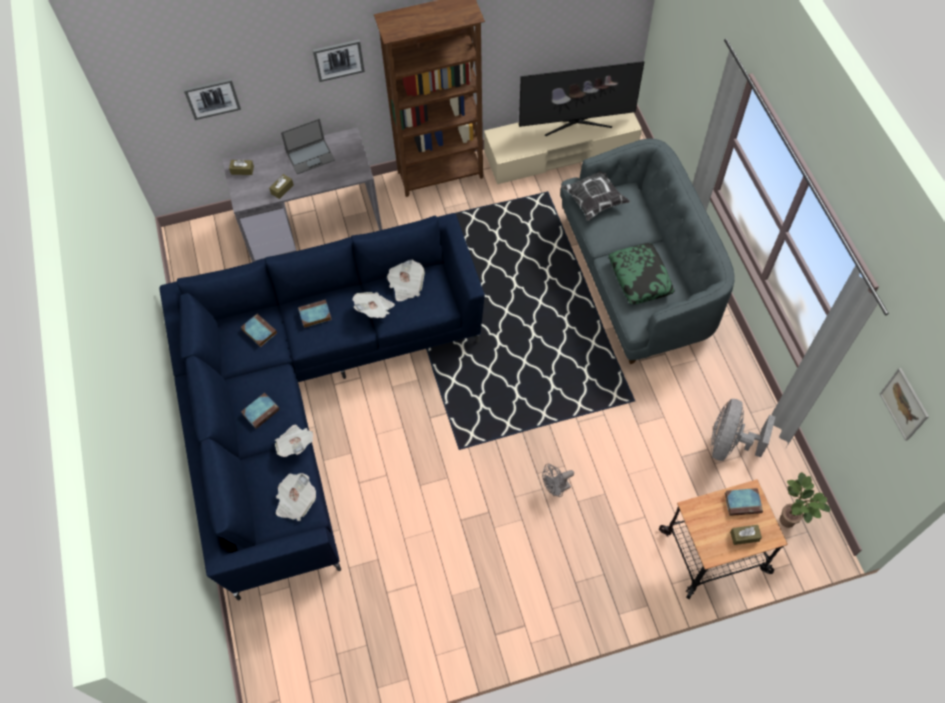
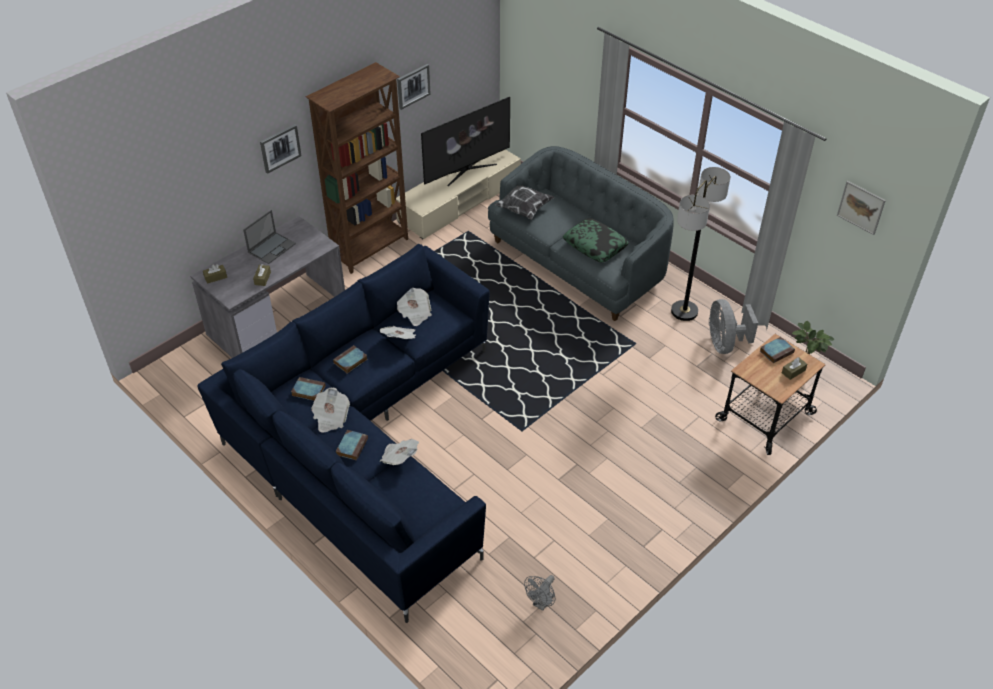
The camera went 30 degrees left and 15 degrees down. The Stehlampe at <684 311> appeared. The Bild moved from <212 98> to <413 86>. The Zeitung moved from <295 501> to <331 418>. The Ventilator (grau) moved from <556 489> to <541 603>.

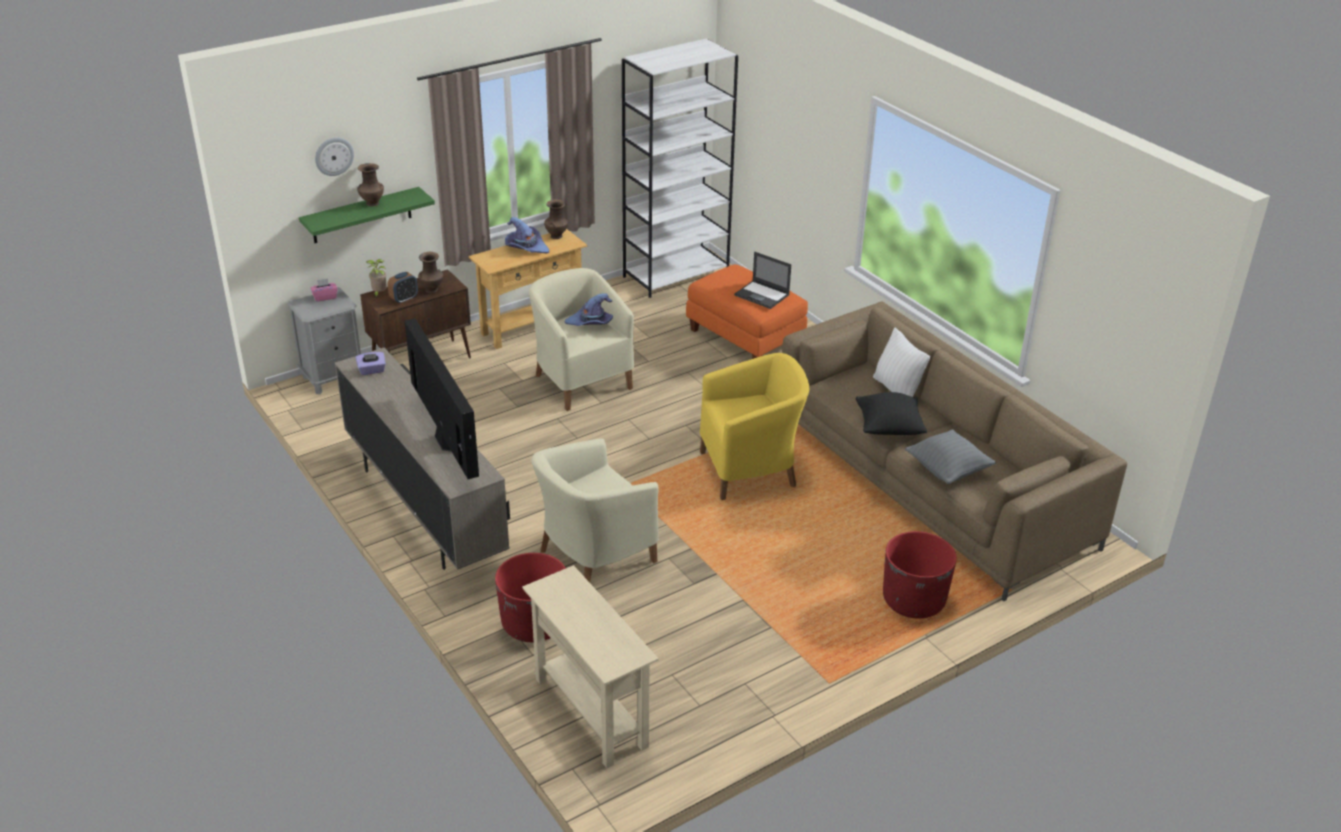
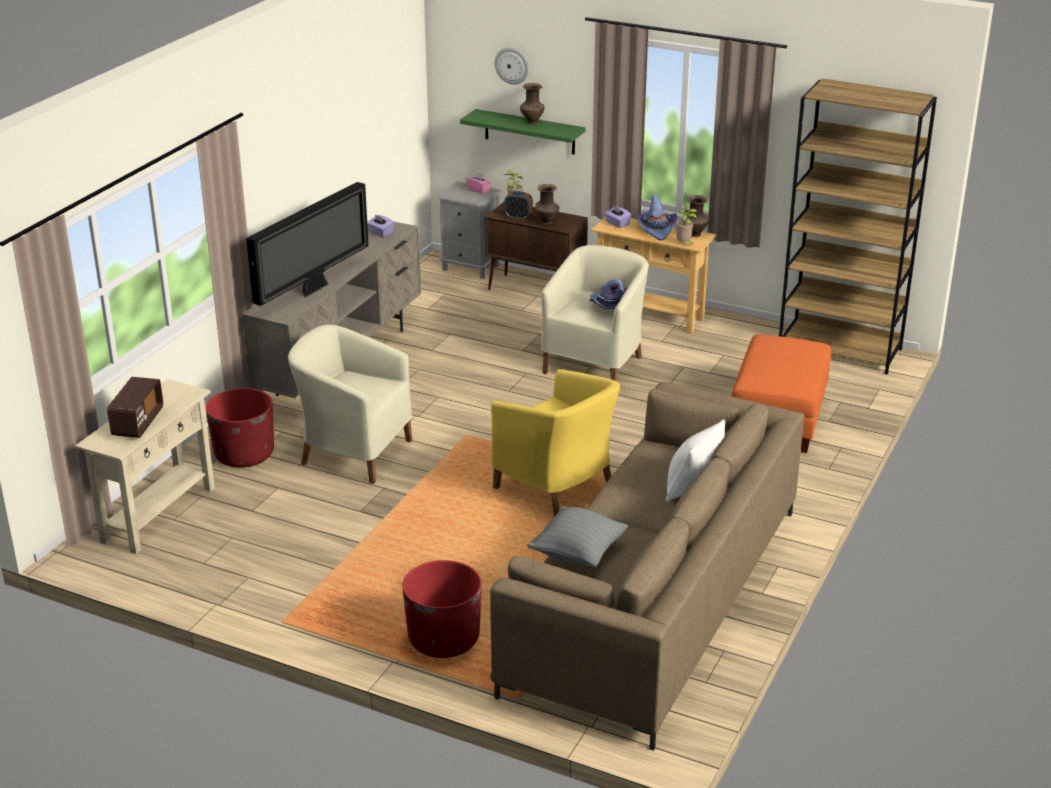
The camera went 60 degrees right and 5 degrees down. The Laptop at <762 295> disappeared. The Kissen (schwarz) at <888 429> disappeared. The Radio at <138 423> appeared. The Taschentuchbox (lila) at <617 224> appeared. The Topfpflanze at <684 244> appeared. The Bücherregal (weiß) at <676 274> became the Bücherregal (braun) at <840 350>.

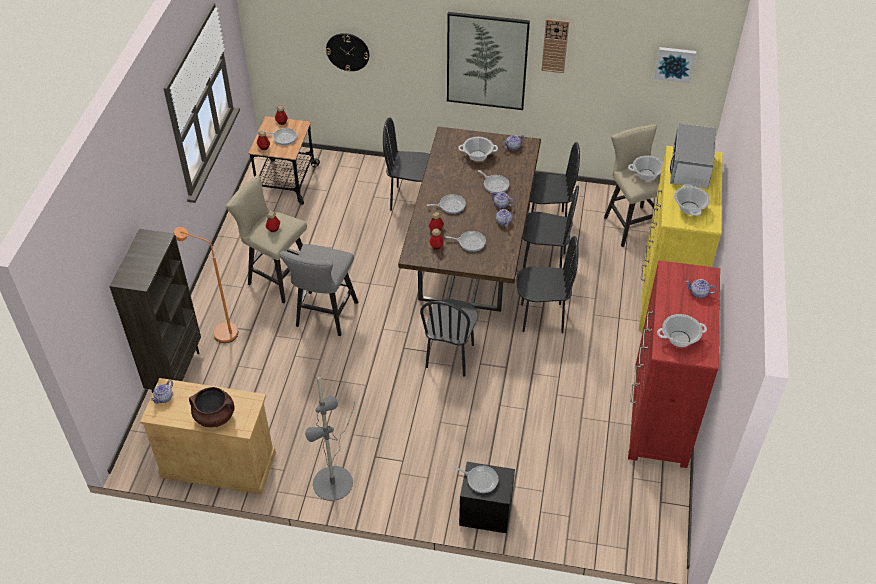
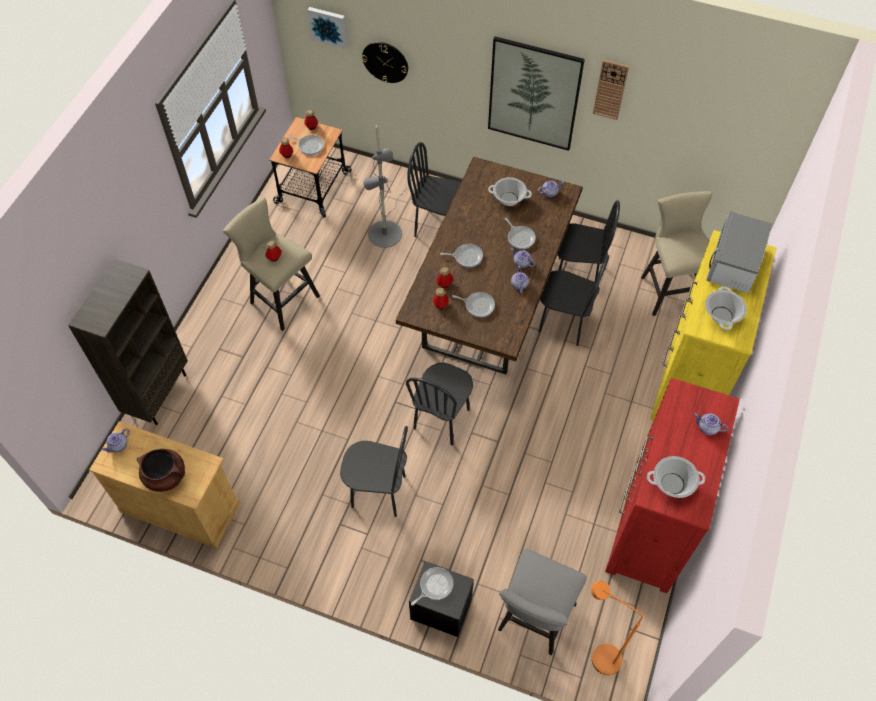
The camera went 10 degrees right and 10 degrees up. The Kochtopf at <646 174> disappeared. The Stehlampe (orange) moved from <220 331> to <598 654>. The Hocker (grau) moved from <324 317> to <533 621>. The Stehlampe (grau) moved from <334 475> to <387 228>. The Stuhl (schwarz) moved from <542 318> to <378 492>. The Bild moved from <674 63> to <328 26>. The Pfanne at <480 480> turned 75 degrees counterclockwise.

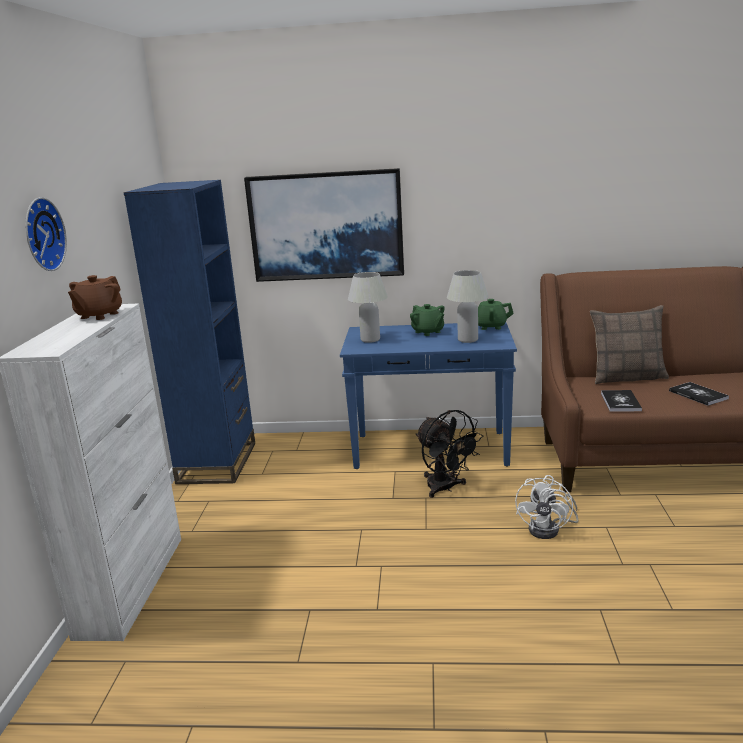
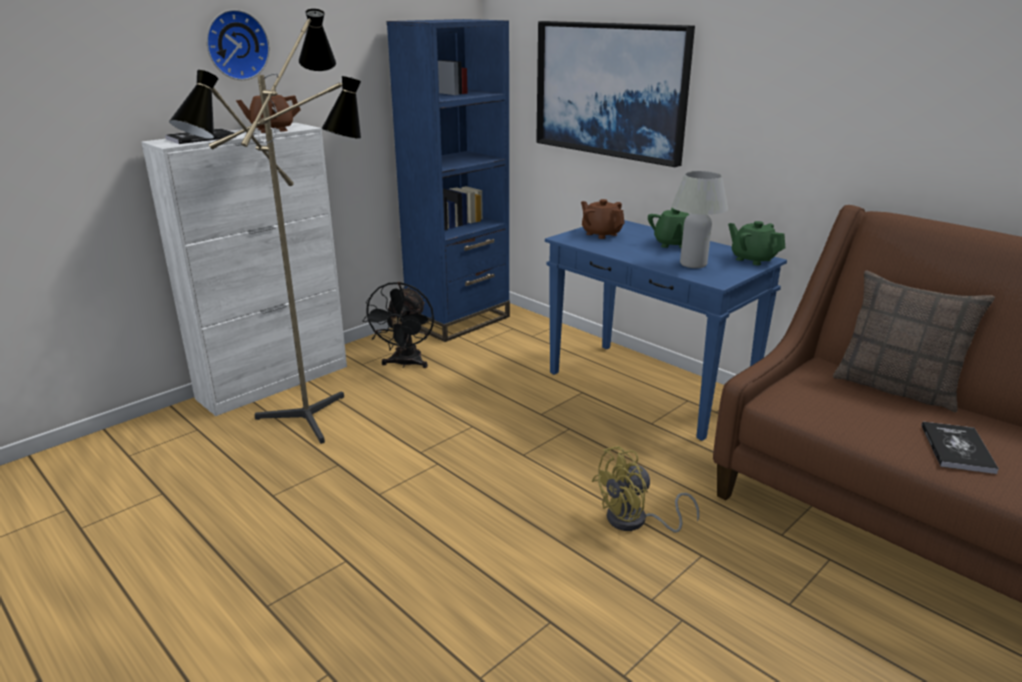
The camera went 40 degrees right and 5 degrees up. The Stehlampe at <316 421> appeared. The Ventilator (schwarz) moved from <445 488> to <405 364>. The Buch moved from <620 402> to <201 138>. The Tischlampe (weiß) at <370 340> was replaced by the Teekanne (braun) at <601 234>. The Ventilator (weiß) at <549 529> became the Ventilator (gelb) at <635 521>.

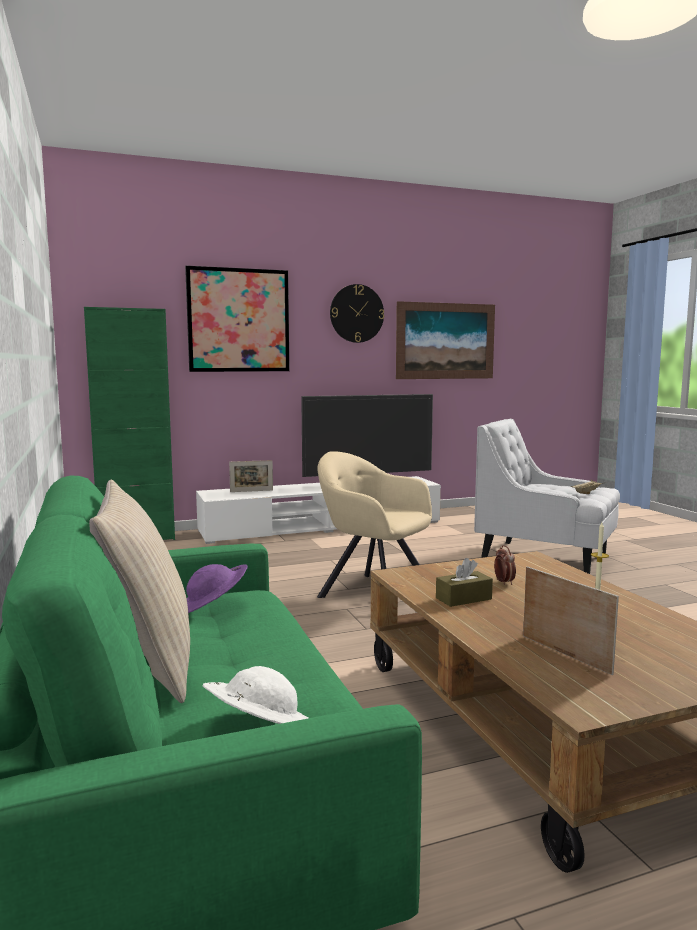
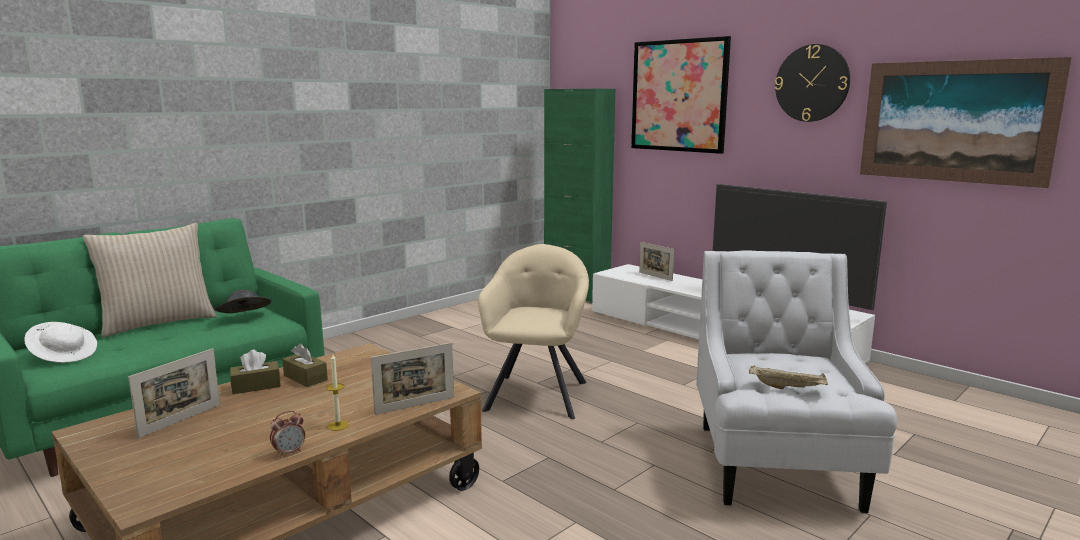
The camera went 65 degrees right and 5 degrees up. The Taschentuchbox (braun) at <256 386> appeared. The Bilderrahmen at <415 405> appeared. The Wecker moved from <504 582> to <289 452>. The Hut (lila) at <213 608> became the Hut (grau) at <244 317>.

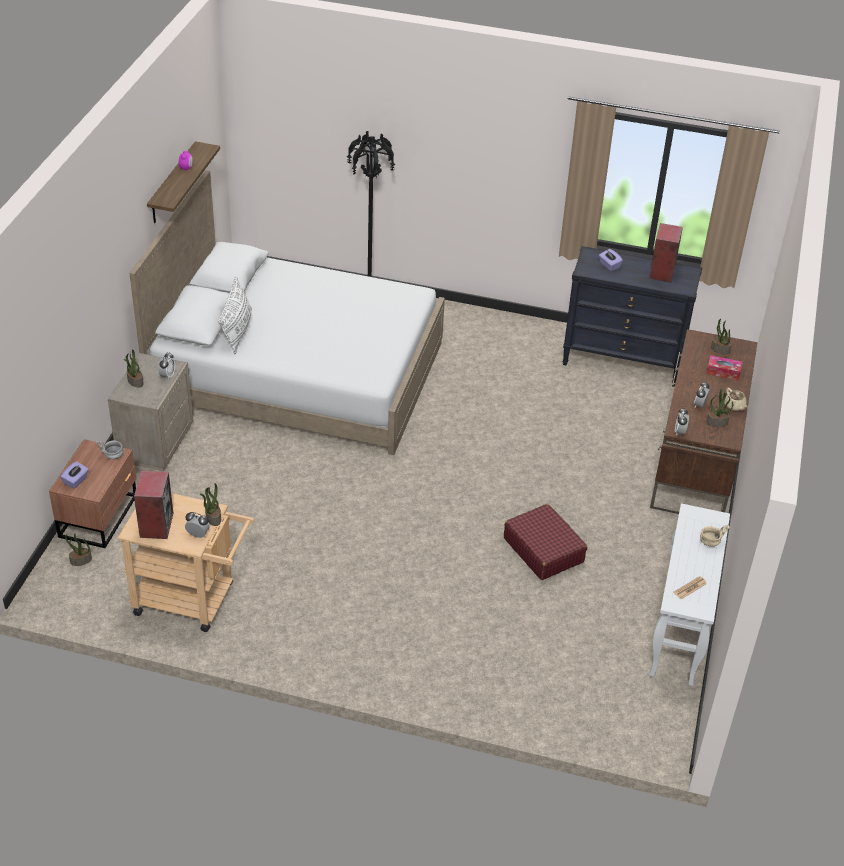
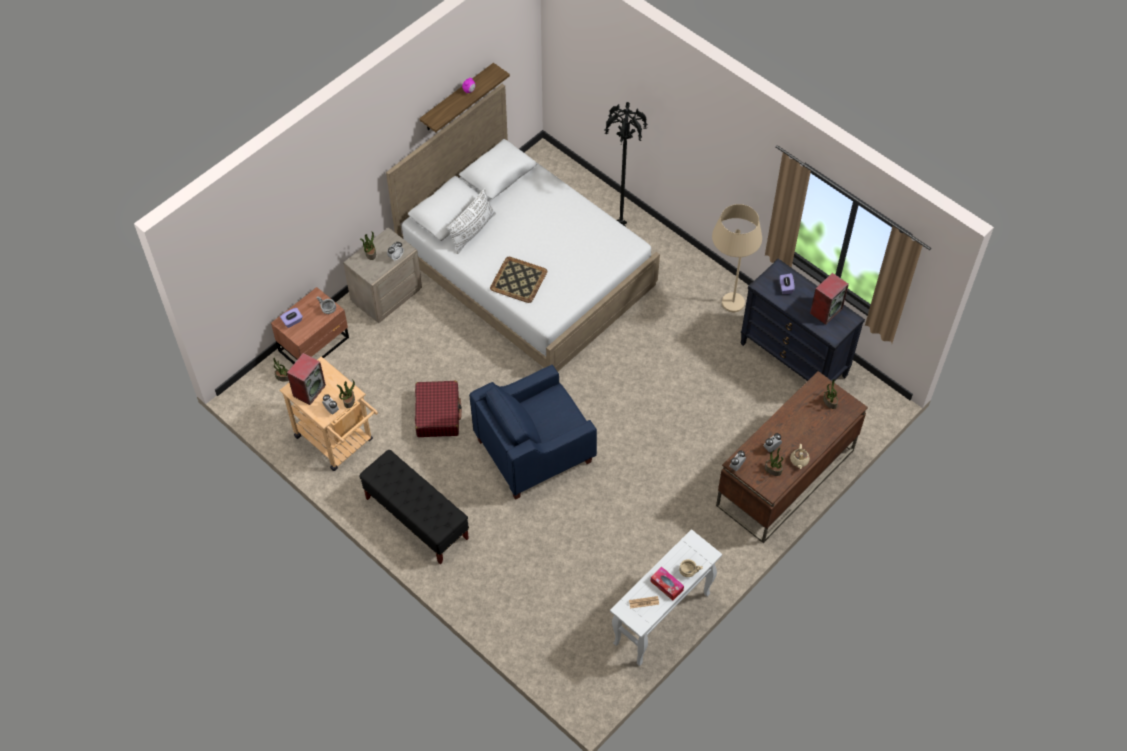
The camera went 30 degrees right and 15 degrees up. The Bank (schwarz) at <416 518> appeared. The Sessel (blau) at <534 450> appeared. The Tablett at <518 280> appeared. The Stehlampe (beige) at <726 311> appeared. The Koffer (rot) moved from <543 550> to <438 414>. The Taschentuchbox moved from <723 372> to <666 585>.

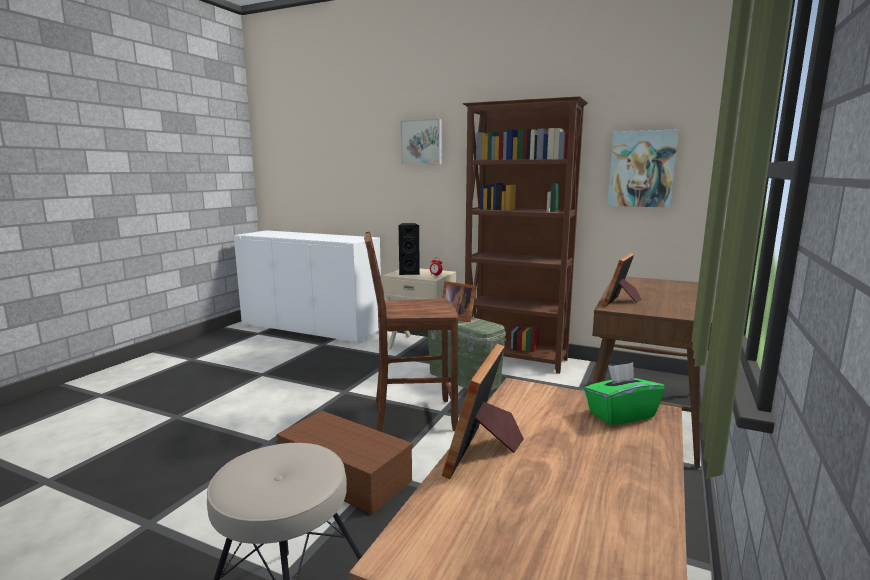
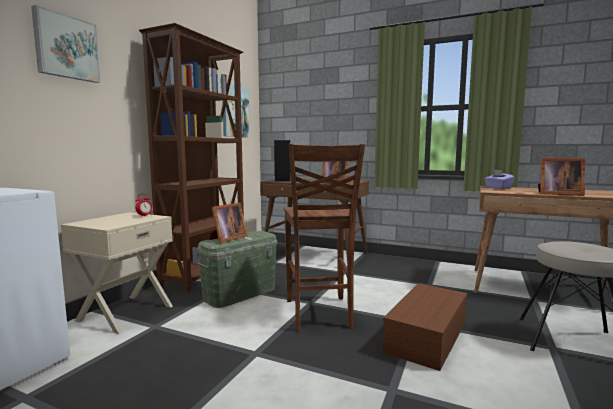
The camera went 90 degrees left and 5 degrees down. The Lautsprecher (schwarz) moved from <409 273> to <282 180>. The Taschentuchbox (grün) at <620 415> became the Taschentuchbox (lila) at <498 188>.

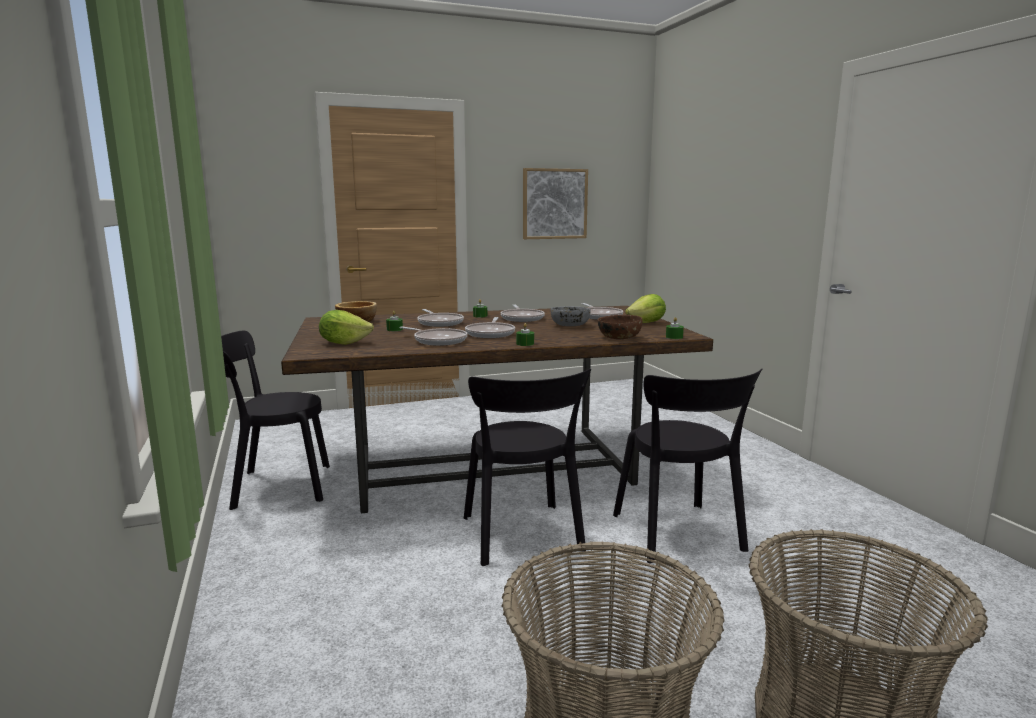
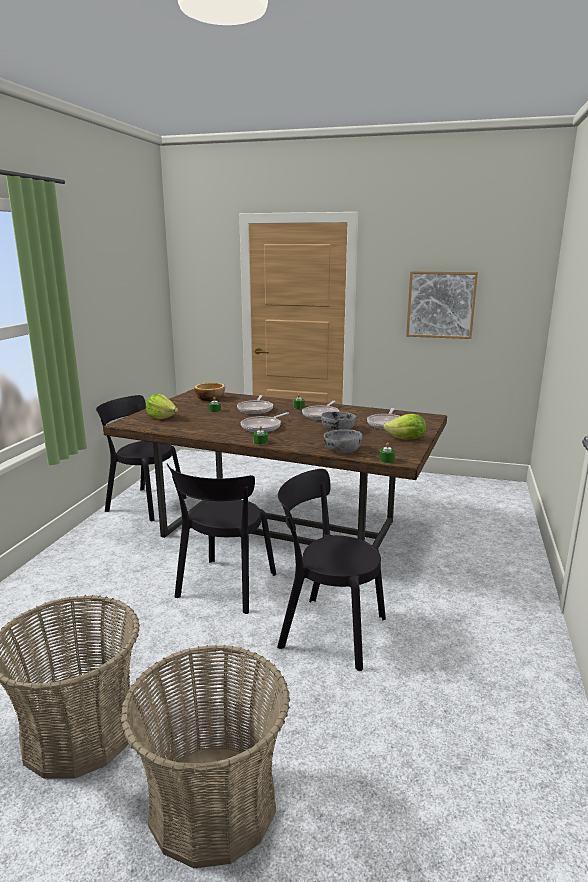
The camera went 35 degrees right and 5 degrees up. The Pfanne at <438 341> disappeared. The Schüssel (braun) at <618 337> became the Schüssel (grau) at <342 450>. The Stuhl (schwarz) at <679 535> turned 90 degrees clockwise.

